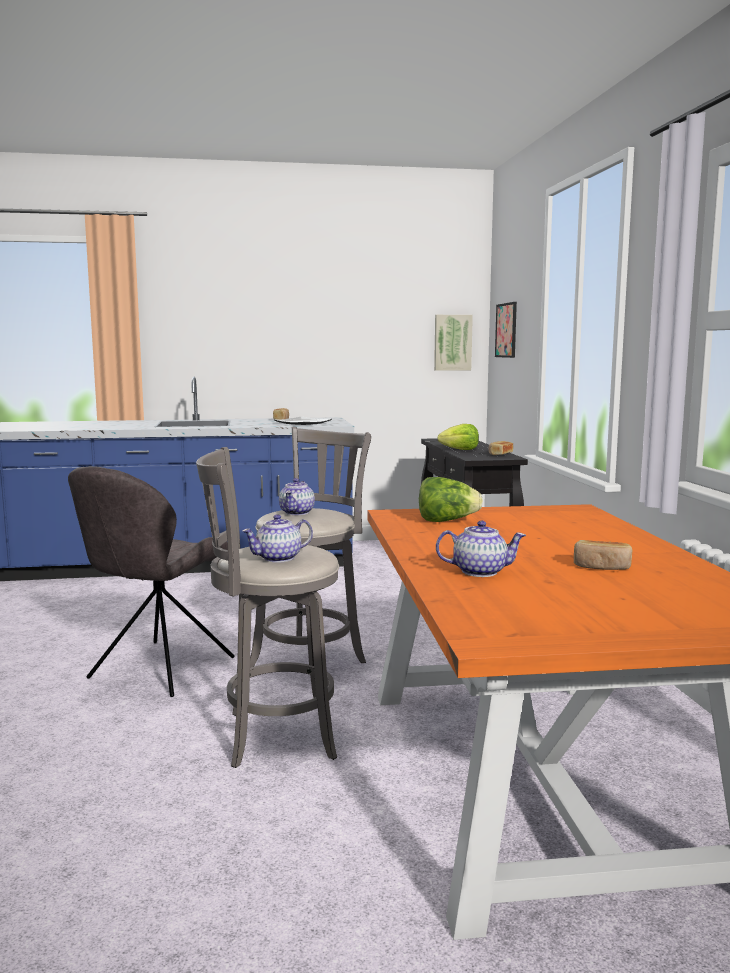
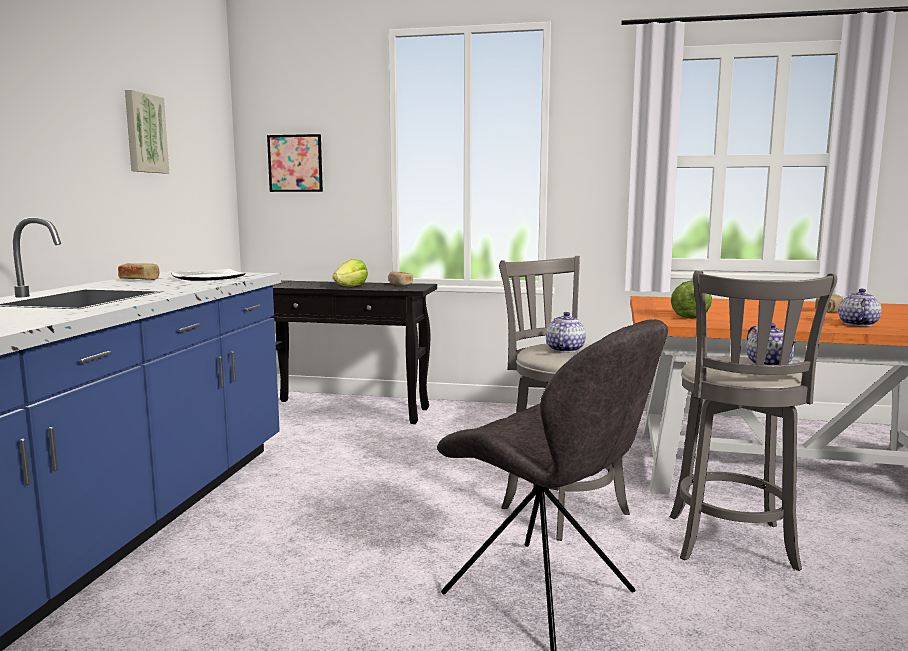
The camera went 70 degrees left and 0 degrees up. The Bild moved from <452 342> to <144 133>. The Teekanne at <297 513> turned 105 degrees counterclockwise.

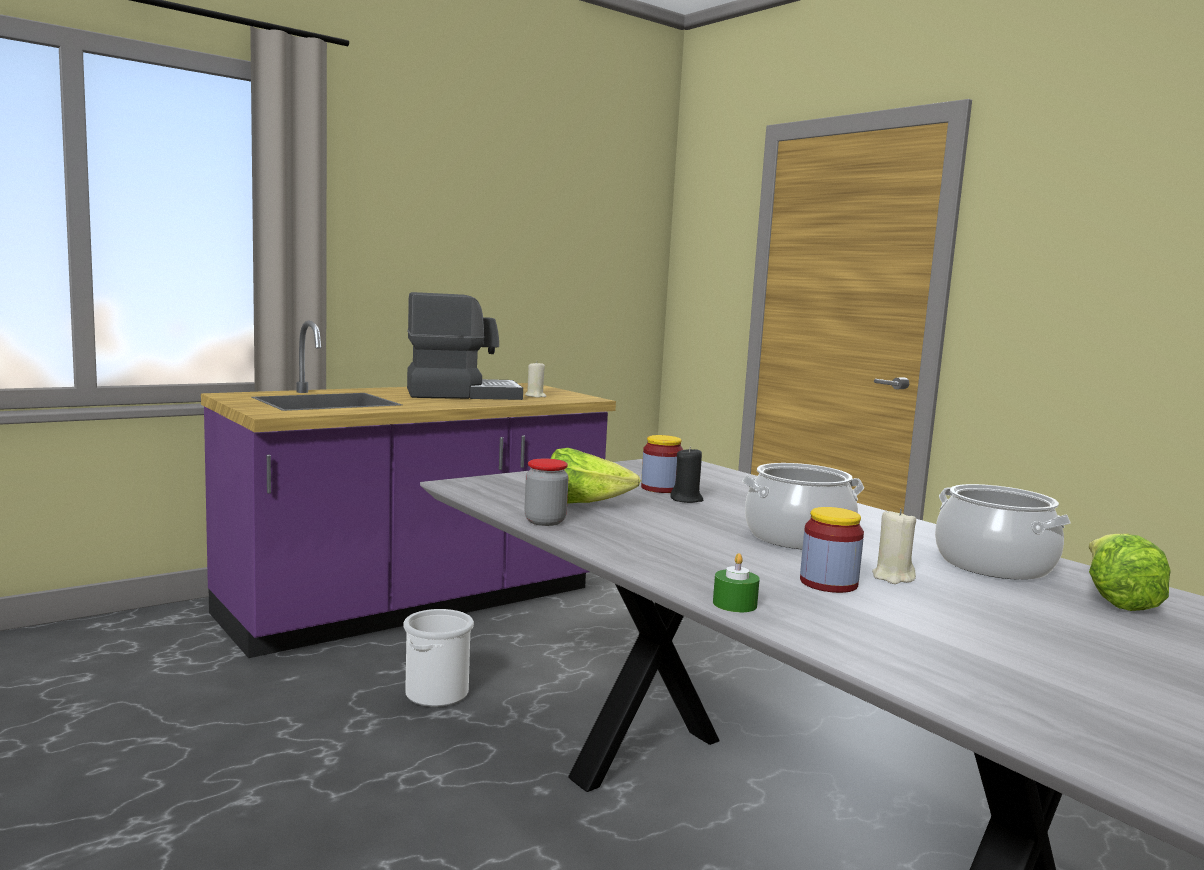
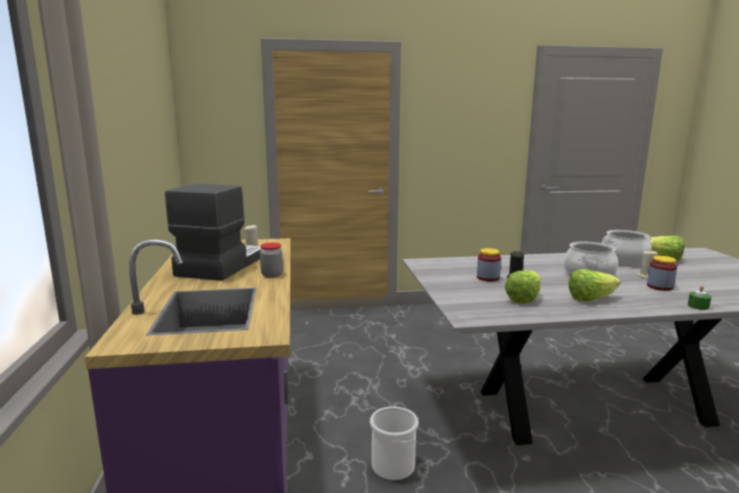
The camera went 60 degrees left and 5 degrees up. The Salatkopf at <590 299> appeared. The Vorratsglas moved from <545 521> to <272 275>.

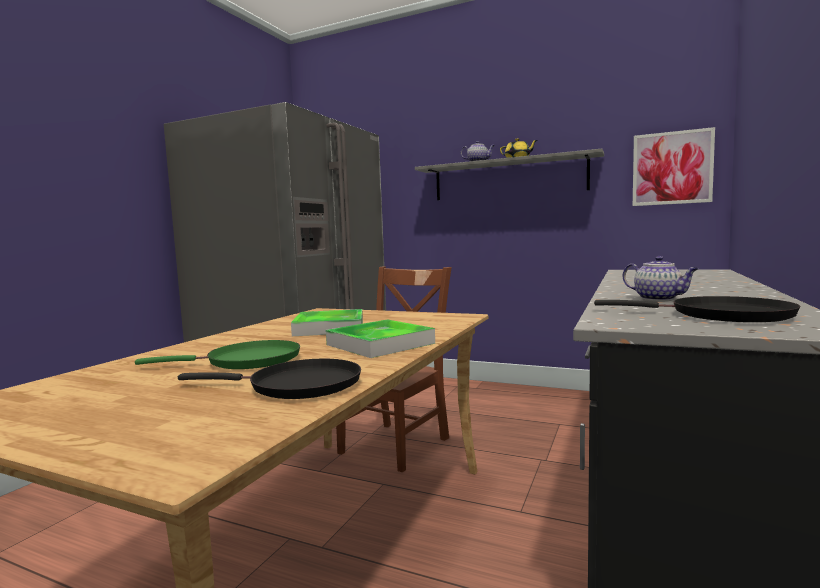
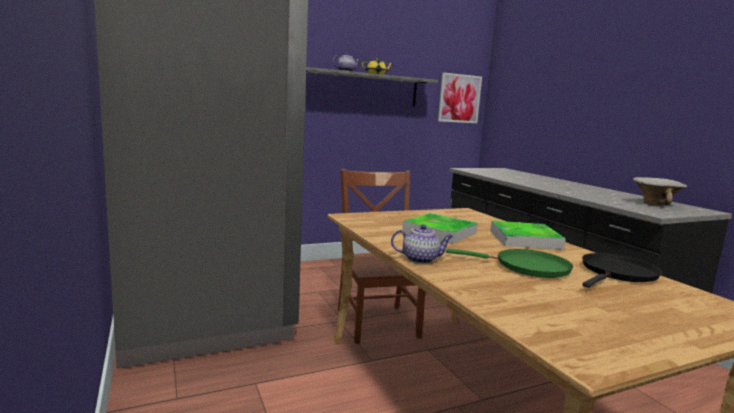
The camera went 50 degrees left and 5 degrees up. The Teekanne moved from <659 298> to <421 259>. The Pfanne (schwarz) at <722 315> was replaced by the Schüssel at <655 204>. The Pfanne (grün) at <247 361> turned 75 degrees clockwise.

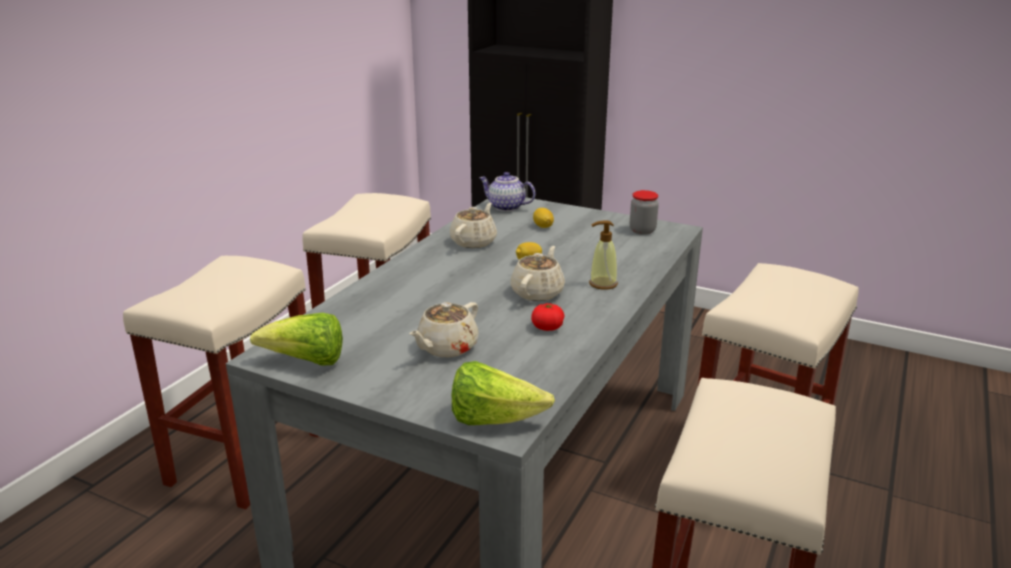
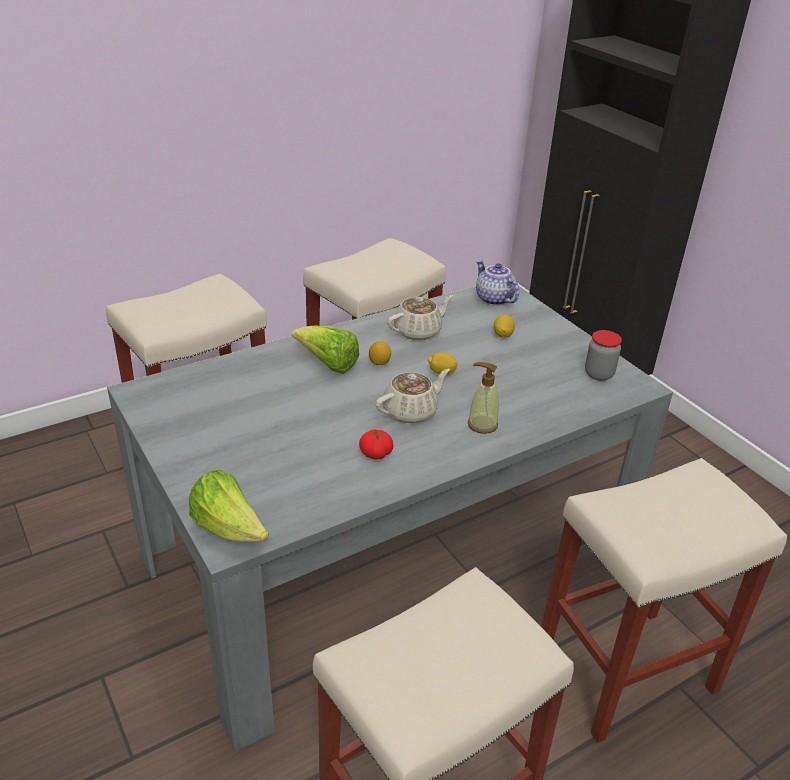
The camera went 30 degrees right and 10 degrees up. The Teekanne (beige) at <446 347> disappeared. The Zitrone at <379 363> appeared. The Salatkopf moved from <306 362> to <328 364>.

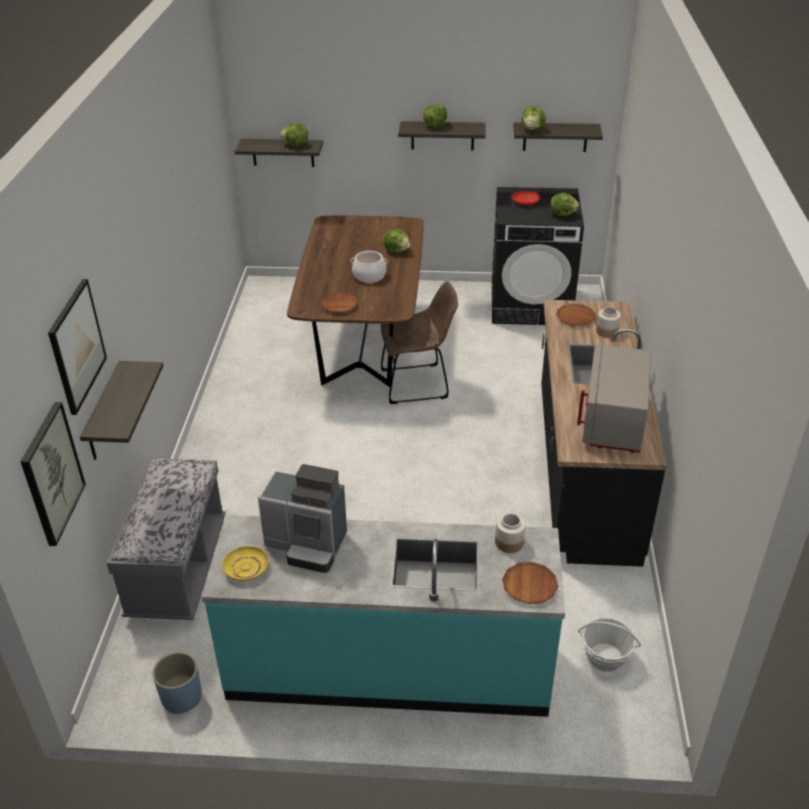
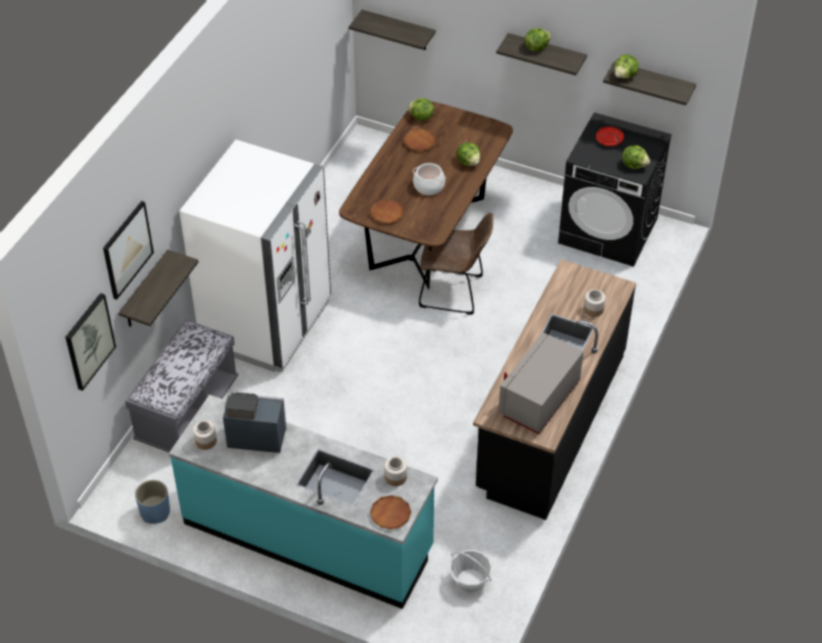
The camera went 20 degrees right and 10 degrees up. The Kühlschrank (weiß) at <266 323> appeared. The Salatkopf moved from <295 145> to <421 117>. The Teller (braun) moved from <575 317> to <419 142>. The Teller (gelb) at <246 568> was replaced by the Vorratsglas at <205 441>. The Kaffeemaschine at <308 545> turned 150 degrees clockwise.

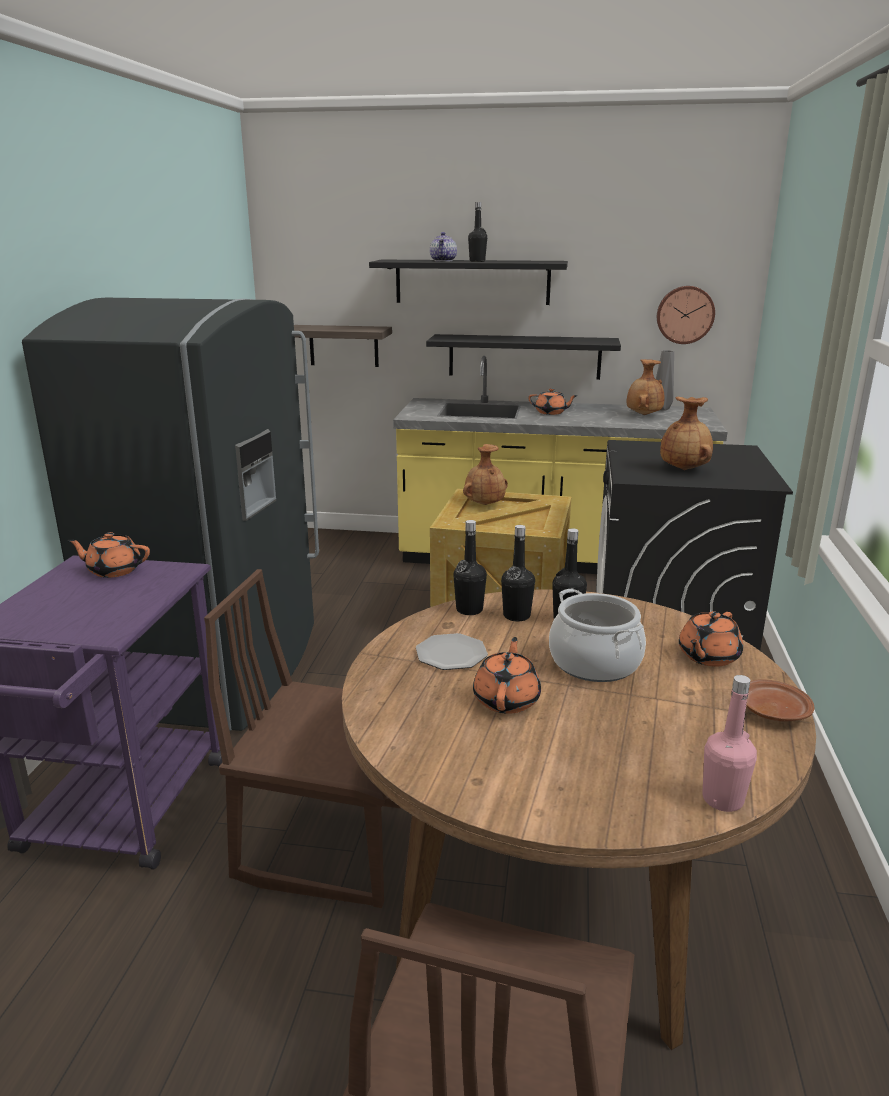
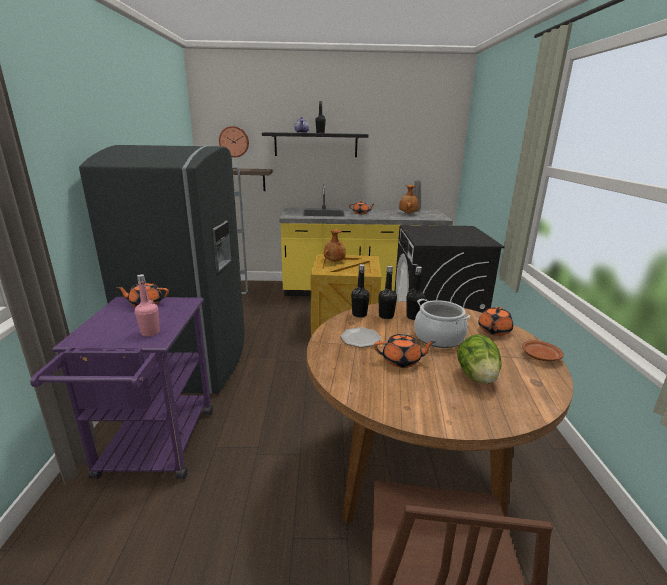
The camera went 10 degrees left and 0 degrees up. The Stuhl (braun) at <331 841> disappeared. The Wandregal (schwarz) at <524 356> disappeared. The Vase (braun) at <684 469> disappeared. The Salatkopf at <477 376> appeared. The Wanduhr moved from <685 314> to <234 141>. The Flasche (rosa) moved from <722 799> to <150 332>. The Teekanne (orange) at <507 699> turned 90 degrees clockwise.

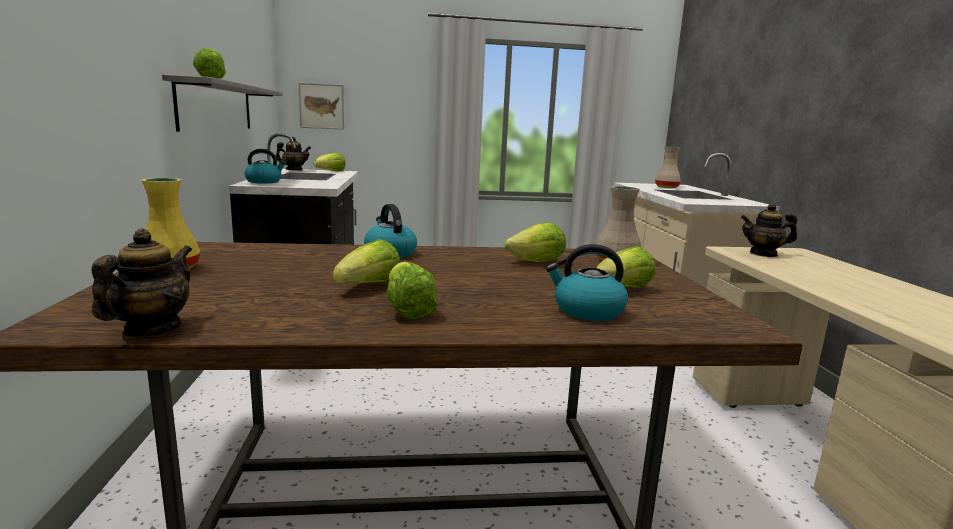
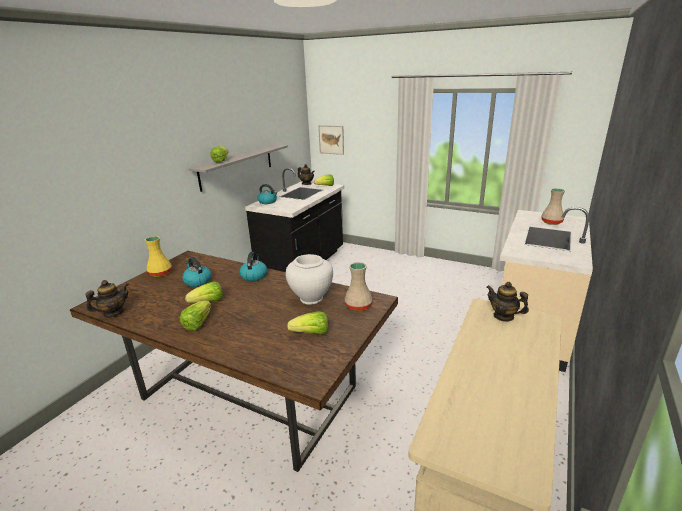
The camera went 35 degrees right and 10 degrees up. The Wasserkessel moved from <587 311> to <197 281>. The Salatkopf at <537 262> was replaced by the Vase (weiß) at <311 298>.

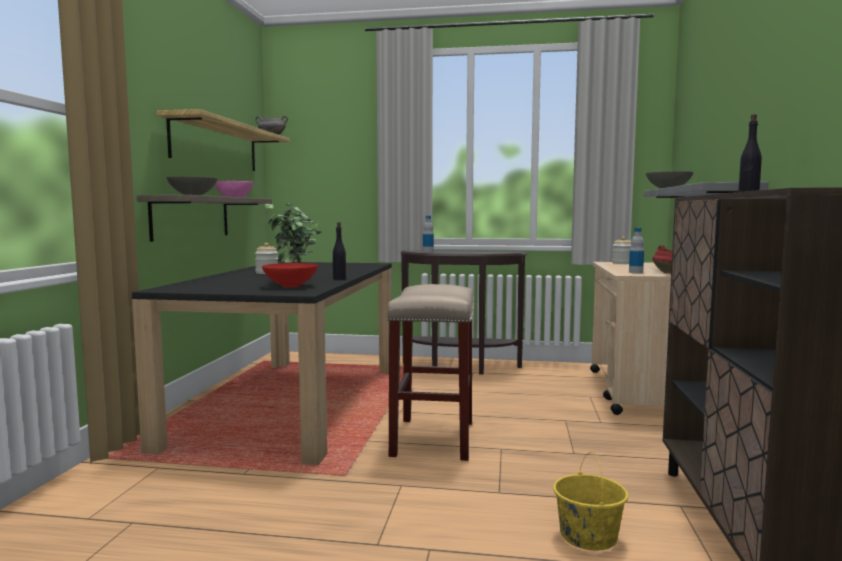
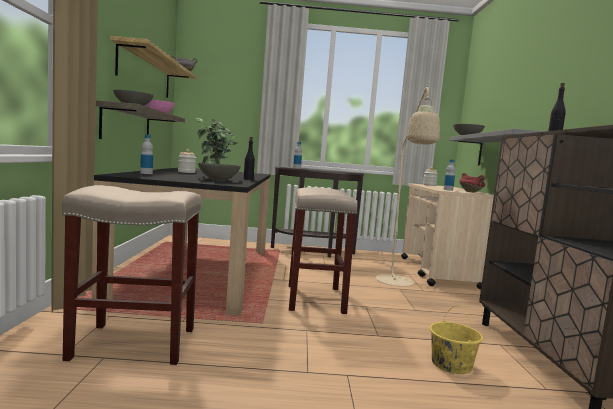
The camera went 10 degrees left and 0 degrees up. The Hocker (beige) at <132 344> appeared. The Flasche at <146 173> appeared. The Stehlampe (beige) at <396 283> appeared. The Schüssel (rot) at <290 286> became the Schüssel (grau) at <218 180>.

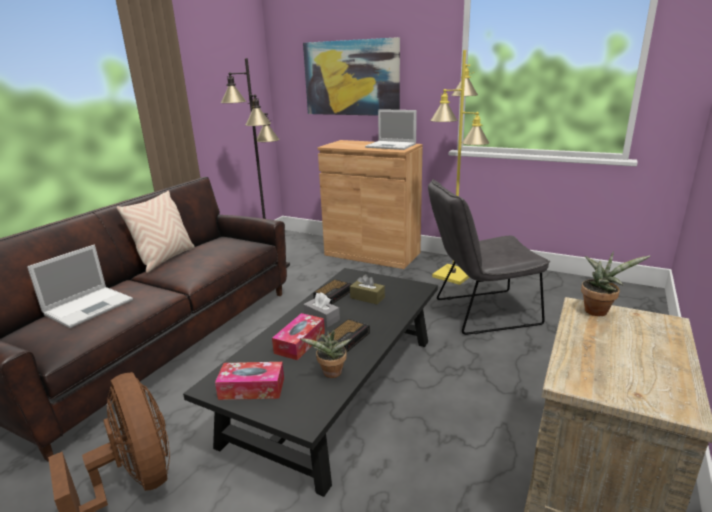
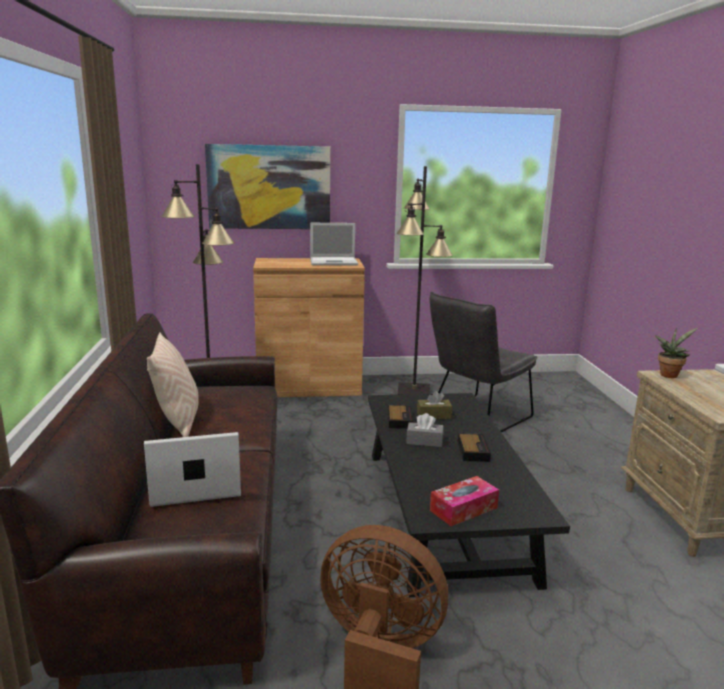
The camera went 35 degrees left and 5 degrees down. The Taschentuchbox at <300 343> disappeared. The Topfpflanze at <331 374> disappeared. The Stehlampe (gelb) at <454 275> became the Stehlampe (schwarz) at <414 392>. The Laptop at <90 306> turned 105 degrees counterclockwise.

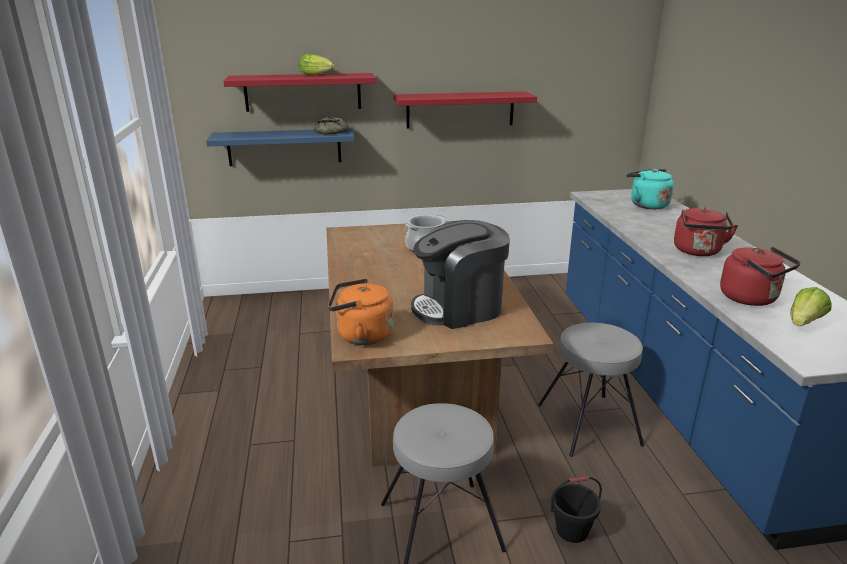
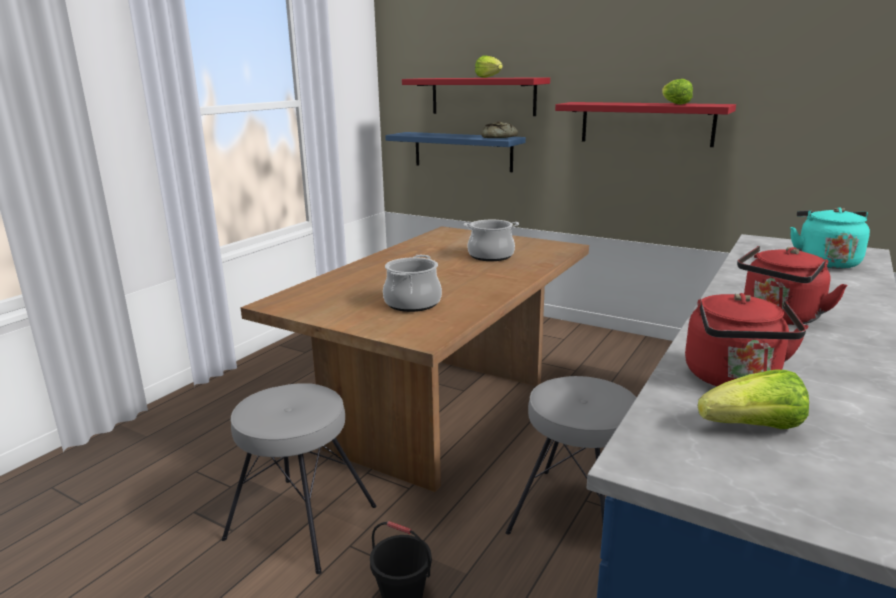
The camera went 40 degrees right and 5 degrees down. The Wasserkessel (orange) at <361 335> disappeared. The Salatkopf at <674 104> appeared. The Kaffeemaschine at <459 308> was replaced by the Kochtopf at <413 303>.

